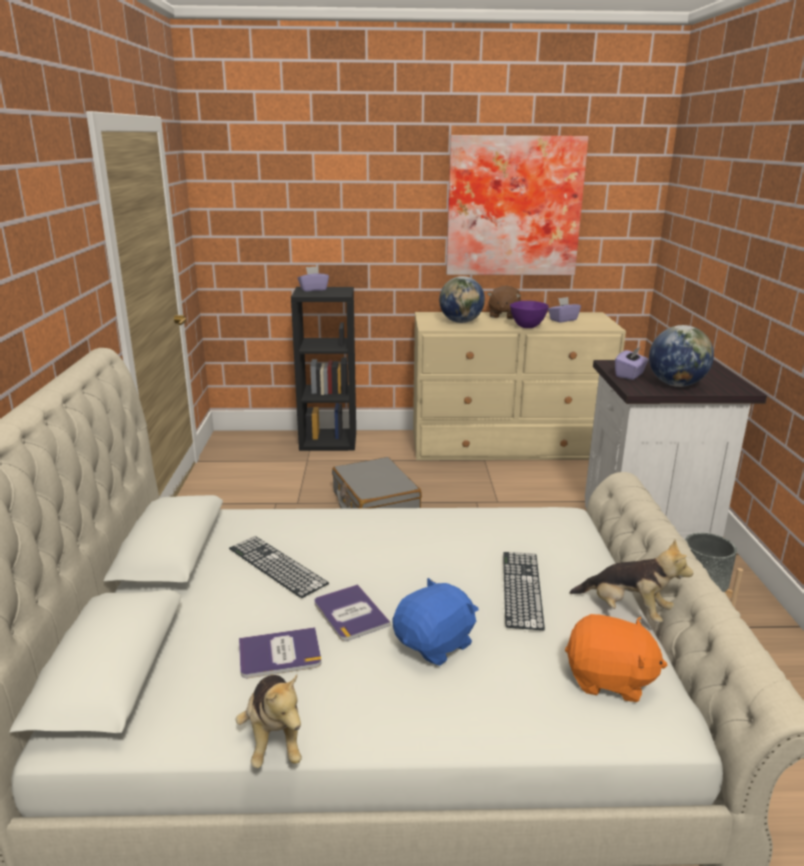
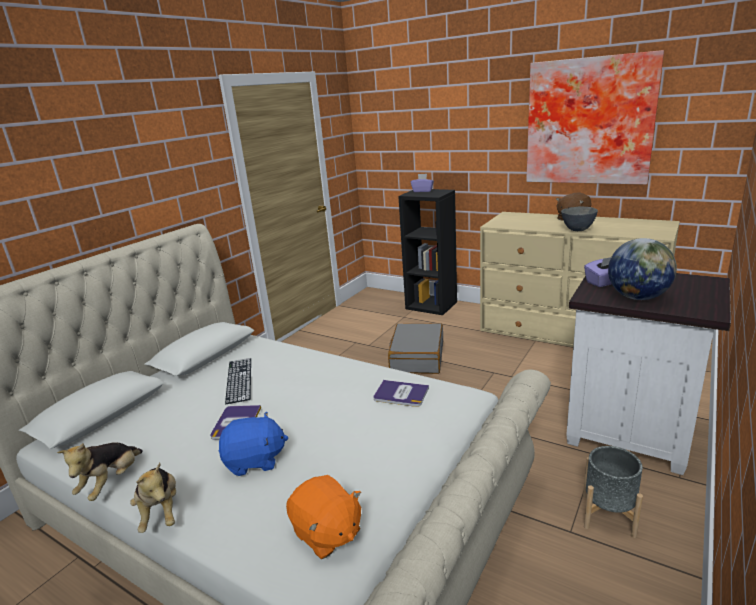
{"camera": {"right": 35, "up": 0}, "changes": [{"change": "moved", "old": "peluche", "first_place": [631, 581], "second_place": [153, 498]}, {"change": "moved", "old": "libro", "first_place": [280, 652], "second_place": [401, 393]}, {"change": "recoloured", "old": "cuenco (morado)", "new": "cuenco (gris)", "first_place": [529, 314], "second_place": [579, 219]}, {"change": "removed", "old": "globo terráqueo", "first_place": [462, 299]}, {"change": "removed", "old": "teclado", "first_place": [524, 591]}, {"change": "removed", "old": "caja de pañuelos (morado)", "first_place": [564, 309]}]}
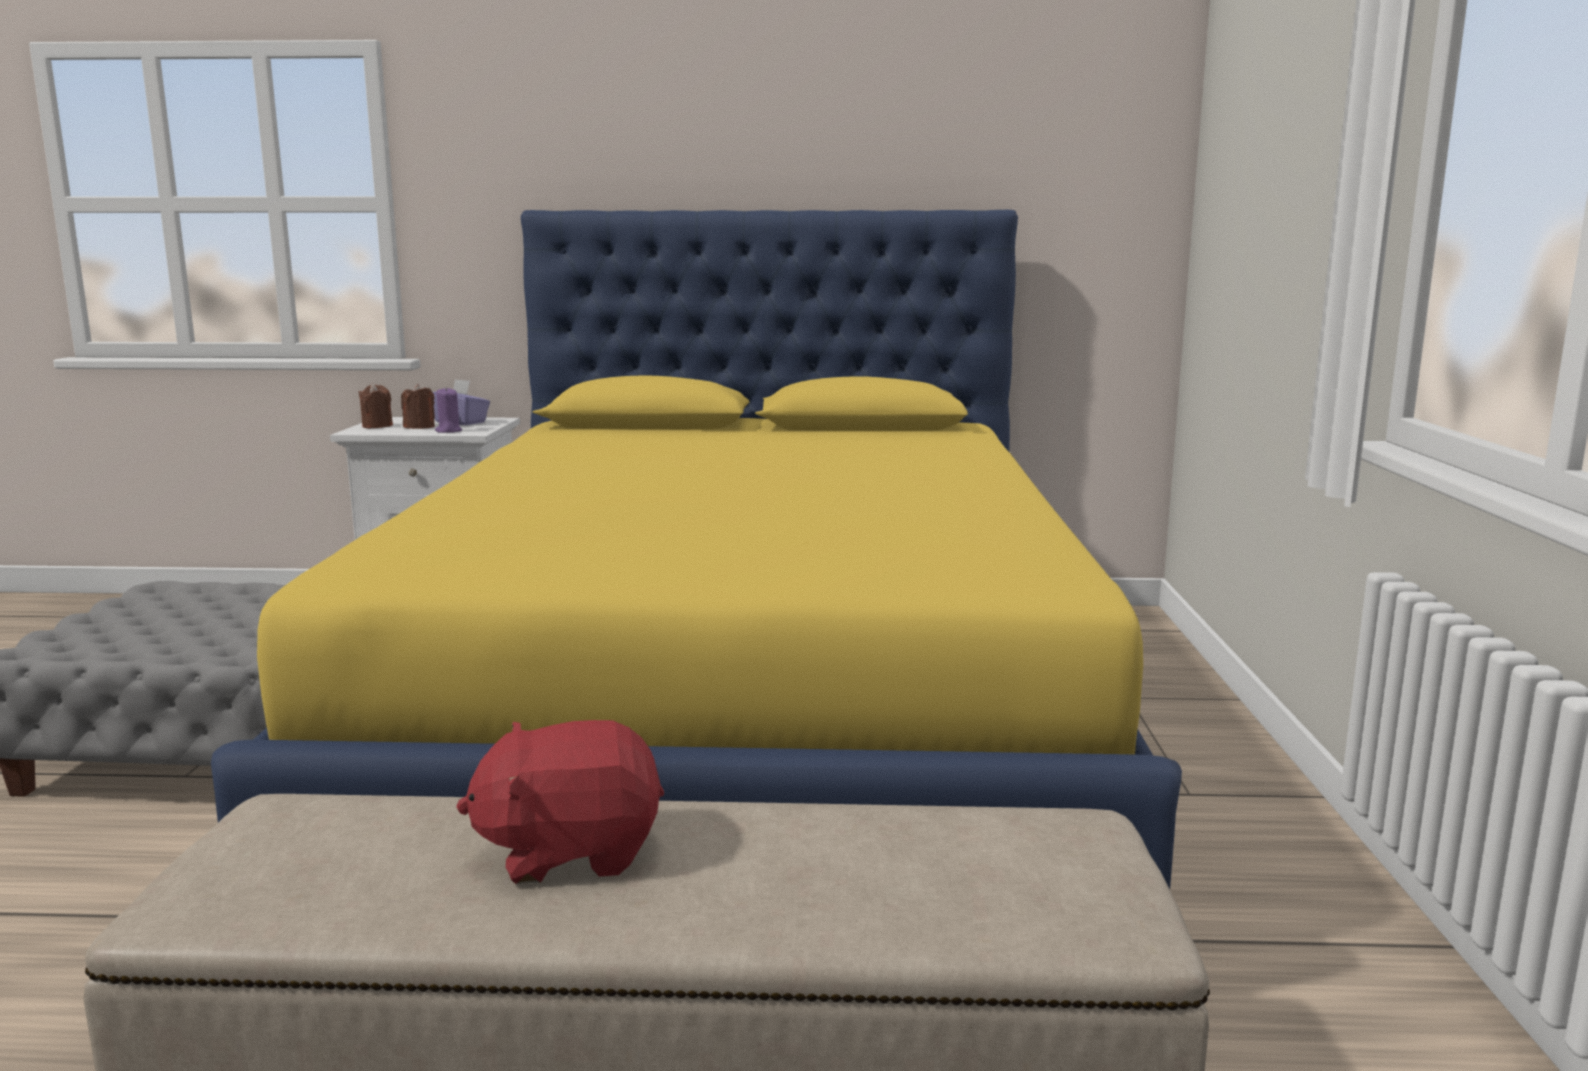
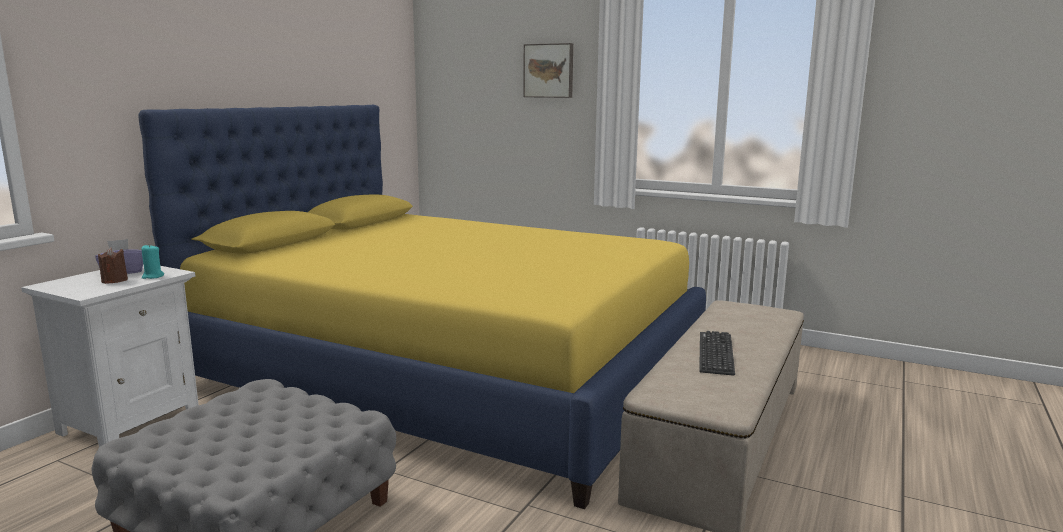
{"camera": {"right": -65, "up": 0}, "changes": [{"change": "recoloured", "old": "vela (morado)", "new": "vela (turquesa)", "first_place": [448, 410], "second_place": [153, 261]}, {"change": "added", "new": "cuadro", "second_place": [548, 70]}, {"change": "replaced", "old": "peluche (rojo)", "new": "teclado", "first_place": [560, 802], "second_place": [717, 353]}, {"change": "removed", "old": "vela (marrón)", "first_place": [376, 405]}]}
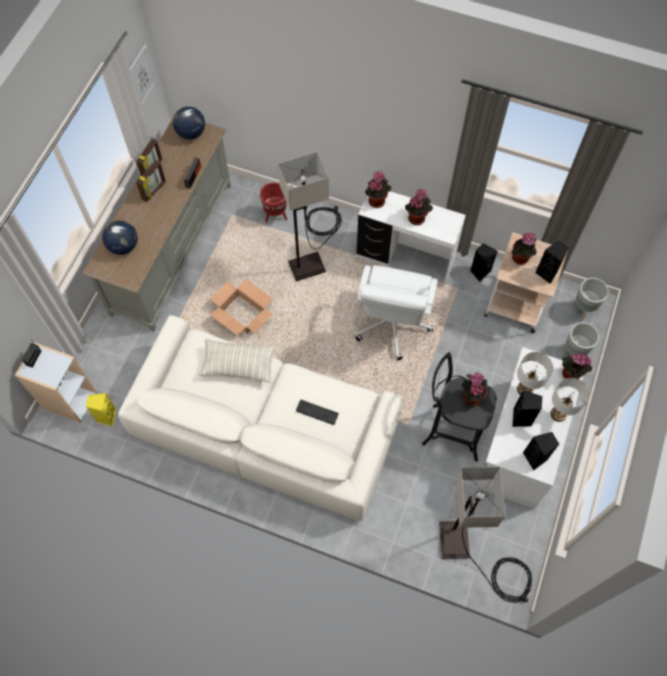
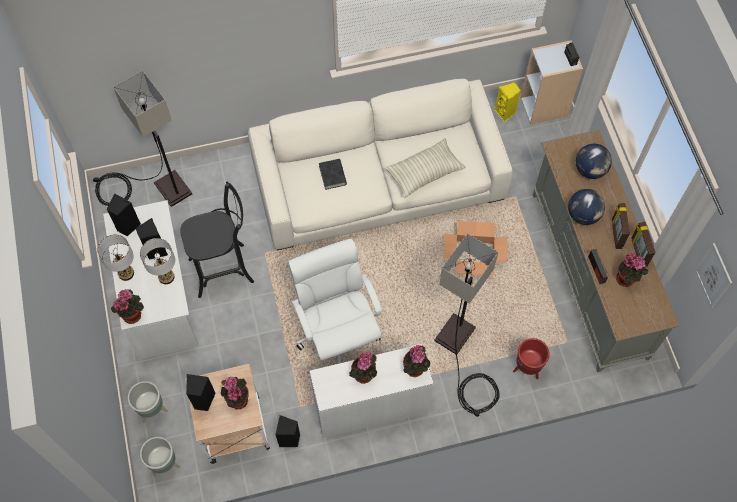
{"camera": {"right": 145, "up": 0}, "changes": [{"change": "replaced", "old": "teclado", "new": "libro (negro)", "first_place": [317, 412], "second_place": [333, 174]}, {"change": "moved", "old": "globo terráqueo", "first_place": [189, 123], "second_place": [586, 207]}, {"change": "moved", "old": "planta en maceta", "first_place": [475, 389], "second_place": [632, 270]}]}
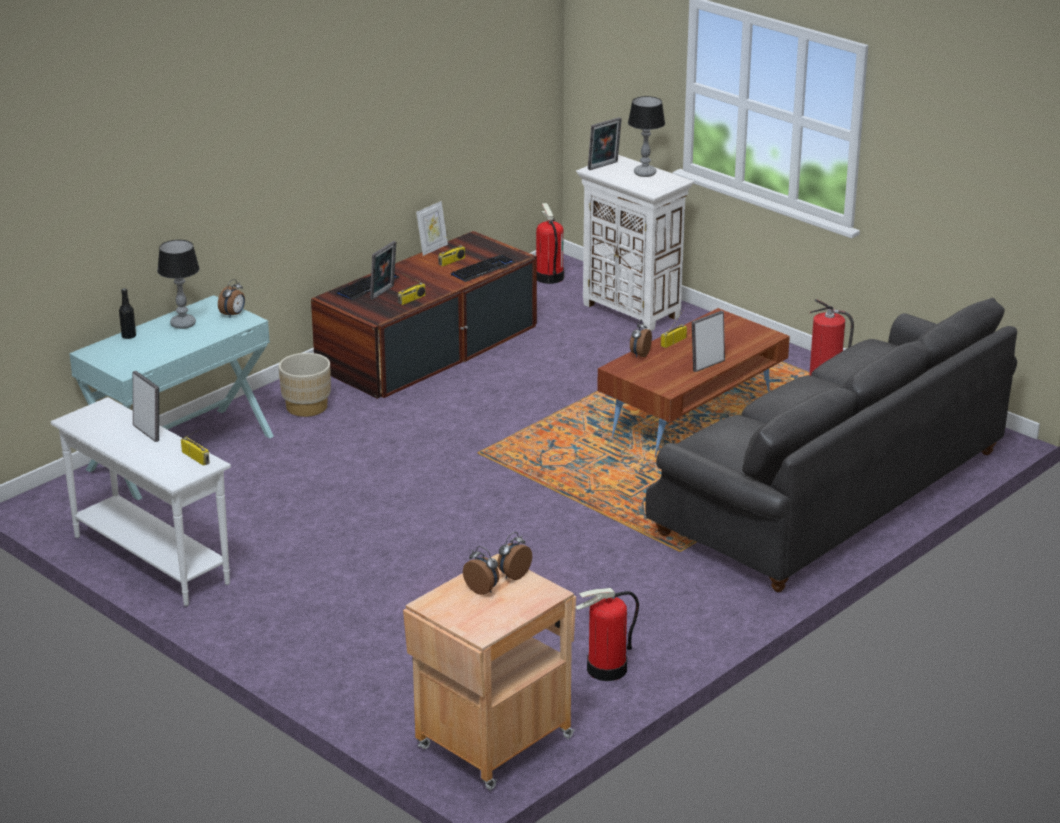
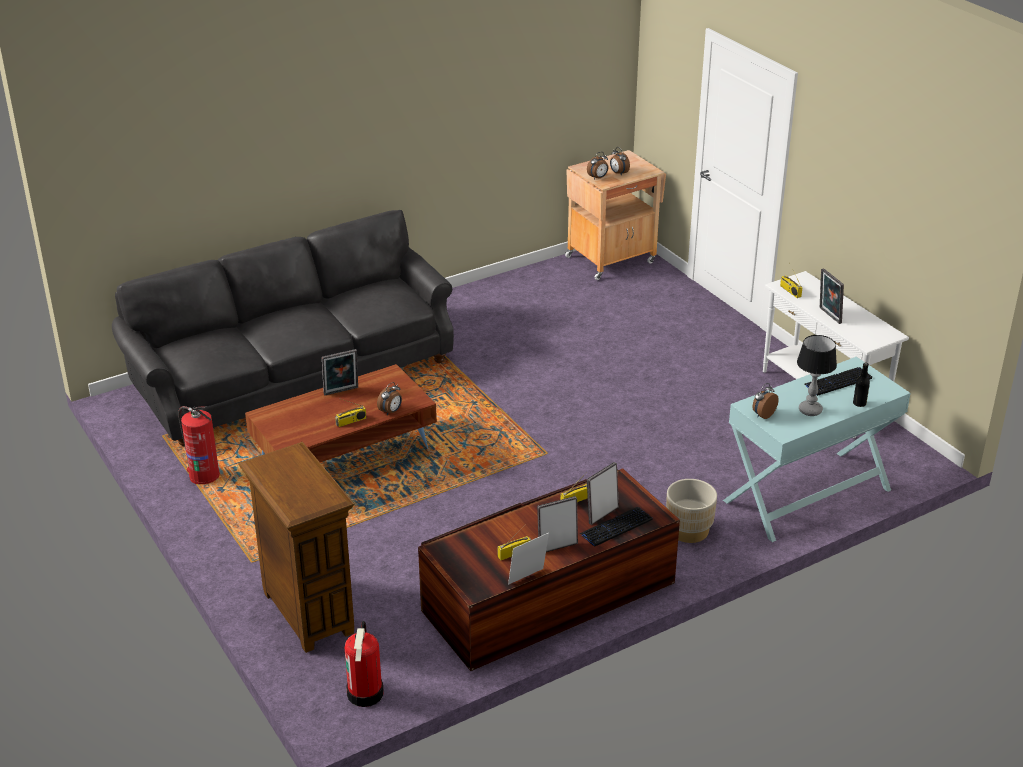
{"camera": {"right": -165, "up": 5}, "changes": [{"change": "recoloured", "old": "armario (blanco)", "new": "armario (marrón)", "first_place": [635, 243], "second_place": [296, 547]}, {"change": "moved", "old": "portarretratos", "first_place": [605, 143], "second_place": [557, 524]}, {"change": "moved", "old": "teclado", "first_place": [483, 268], "second_place": [838, 381]}, {"change": "removed", "old": "extintor", "first_place": [607, 634]}, {"change": "removed", "old": "lámpara de mesa", "first_place": [646, 136]}]}
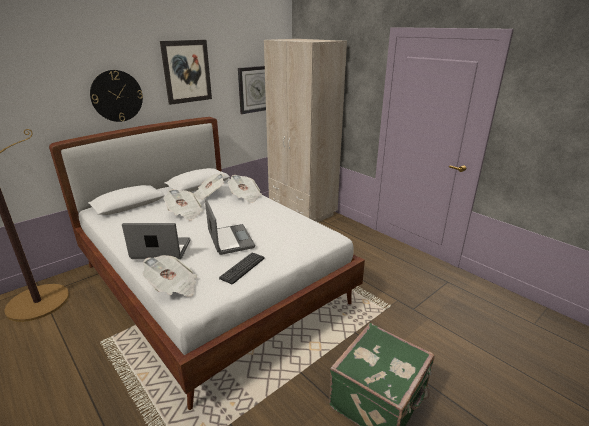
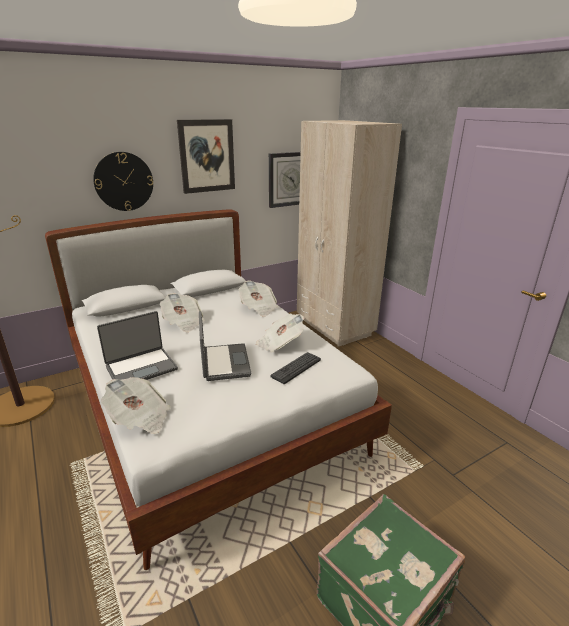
{"camera": {"right": 10, "up": 0}, "changes": [{"change": "turned", "old": "portátil", "first_place": [156, 241], "second_place": [137, 345], "degrees": 135}, {"change": "moved", "old": "periódico", "first_place": [209, 187], "second_place": [280, 333]}, {"change": "moved", "old": "teclado", "first_place": [241, 268], "second_place": [296, 368]}]}
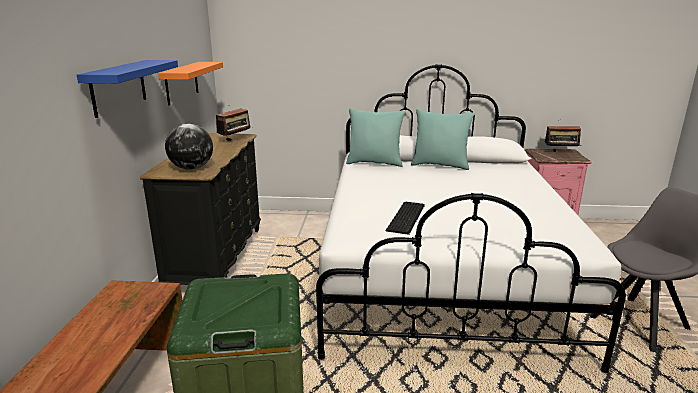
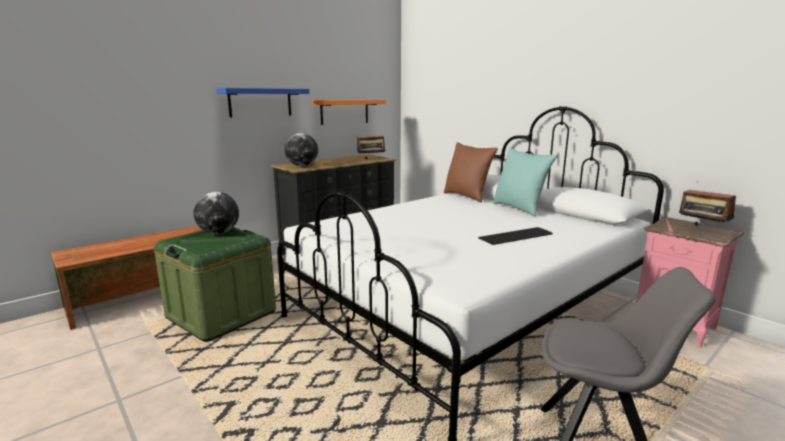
{"camera": {"right": 45, "up": -5}, "changes": [{"change": "added", "new": "globo terráqueo", "second_place": [216, 213]}, {"change": "recoloured", "old": "cojín (turquesa)", "new": "cojín (marrón)", "first_place": [375, 137], "second_place": [471, 172]}, {"change": "moved", "old": "teclado", "first_place": [405, 218], "second_place": [515, 236]}]}
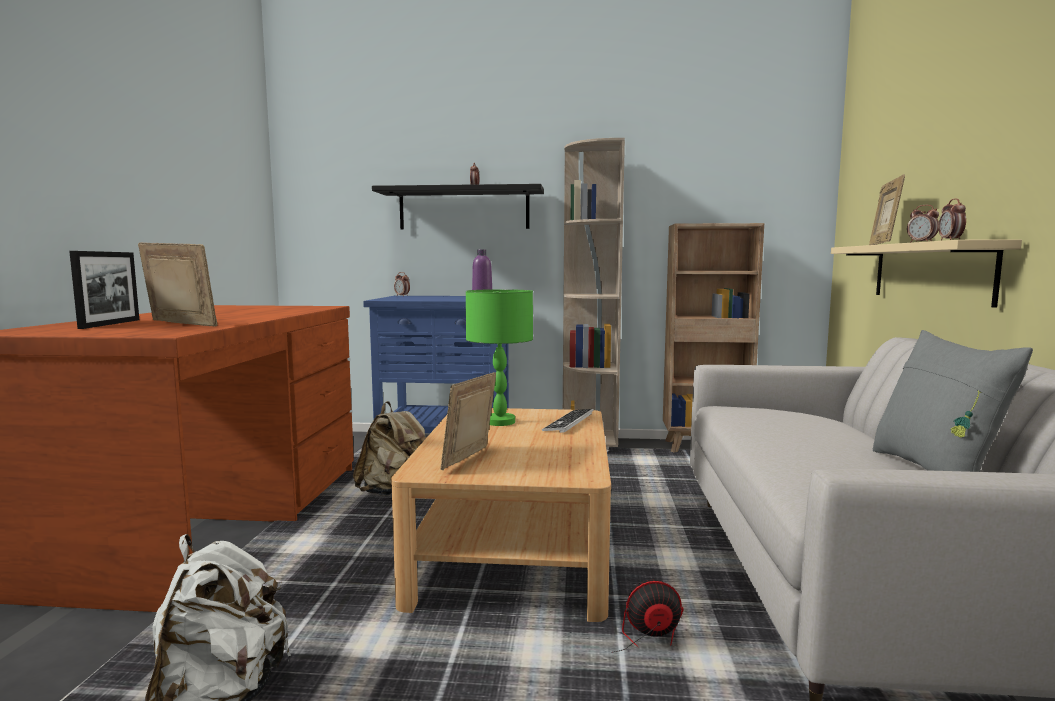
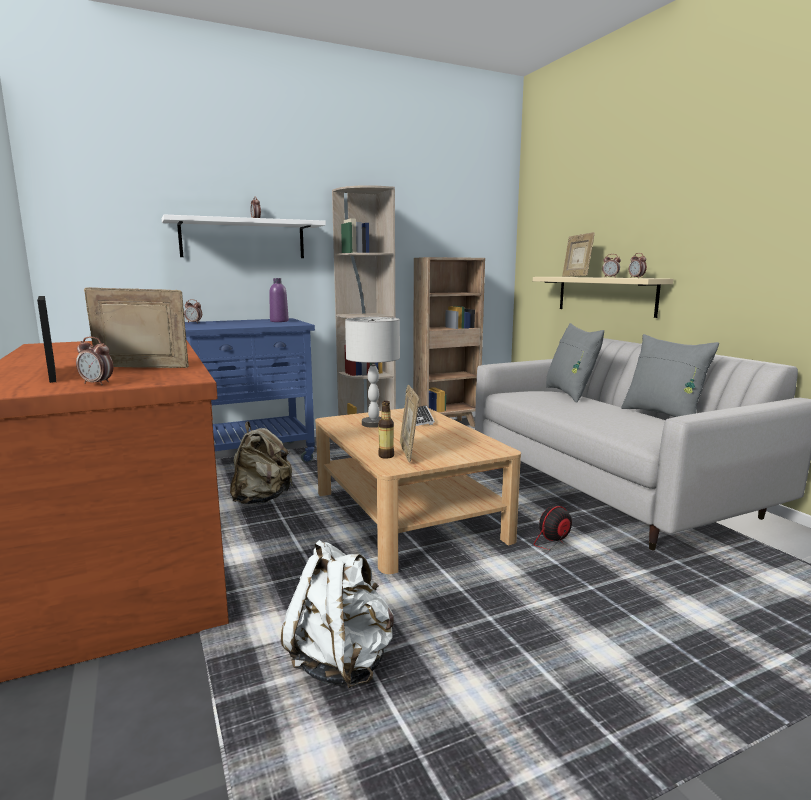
{"camera": {"right": -30, "up": 5}, "changes": [{"change": "added", "new": "despertador", "second_place": [94, 361]}, {"change": "recoloured", "old": "estante (negro)", "new": "estante (blanco)", "first_place": [458, 206], "second_place": [244, 236]}, {"change": "recoloured", "old": "lámpara de mesa (verde)", "new": "lámpara de mesa (gris)", "first_place": [499, 357], "second_place": [372, 372]}, {"change": "added", "new": "botella", "second_place": [386, 430]}, {"change": "added", "new": "cojín (gris)", "second_place": [575, 362]}]}
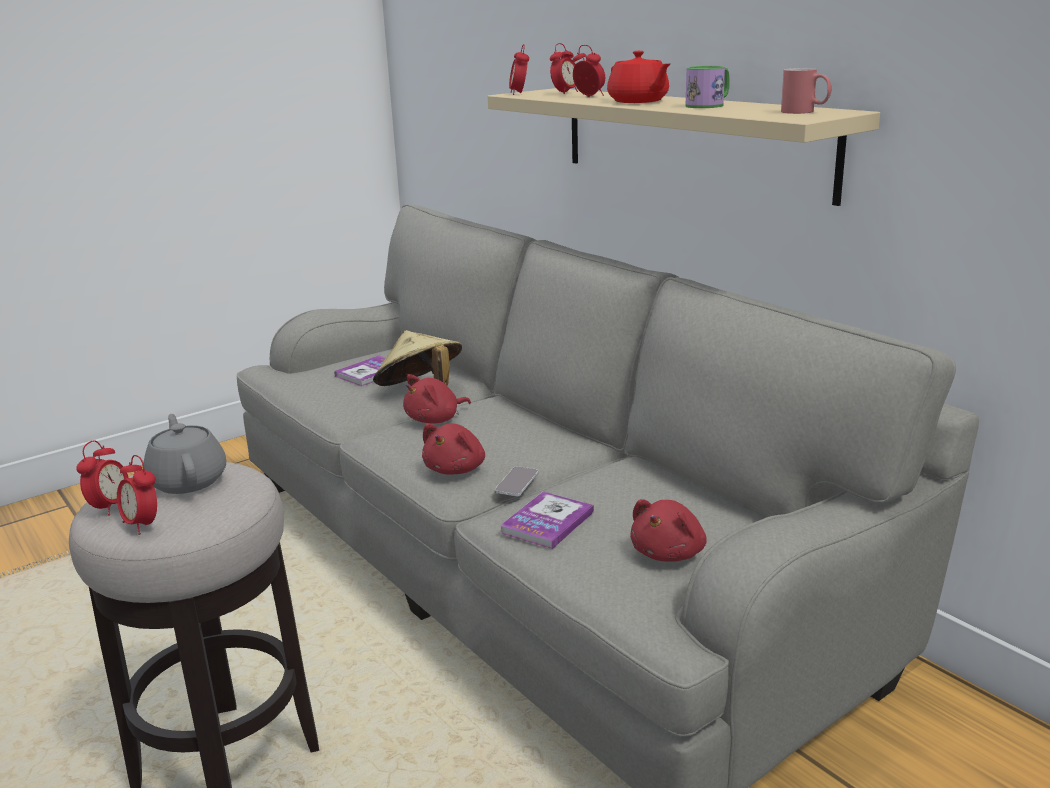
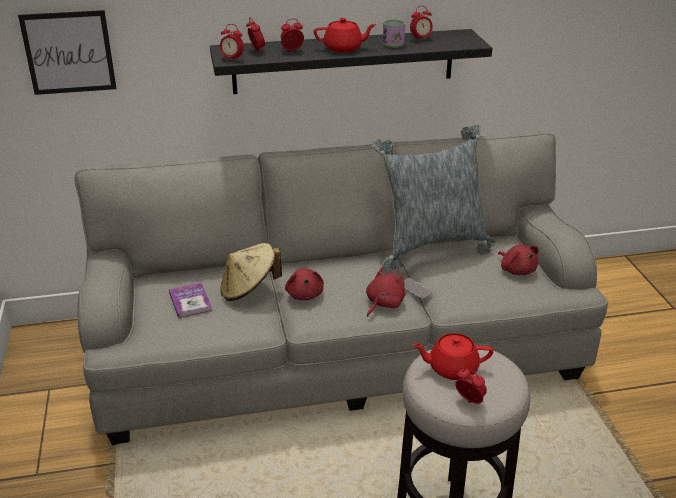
{"camera": {"right": -65, "up": 10}, "changes": [{"change": "added", "new": "cuadro", "second_place": [67, 52]}, {"change": "recoloured", "old": "estante (beis)", "new": "estante (negro)", "first_place": [683, 147], "second_place": [351, 61]}, {"change": "turned", "old": "peluche (rojo)", "first_place": [453, 449], "second_place": [385, 292], "degrees": -105}, {"change": "added", "new": "cojín", "second_place": [433, 198]}, {"change": "moved", "old": "despertador", "first_place": [137, 495], "second_place": [421, 23]}, {"change": "recoloured", "old": "tetera (gris)", "new": "tetera (rojo)", "first_place": [185, 454], "second_place": [453, 356]}, {"change": "removed", "old": "libro", "first_place": [547, 520]}, {"change": "removed", "old": "taza grande (rojo)", "first_place": [806, 91]}]}
